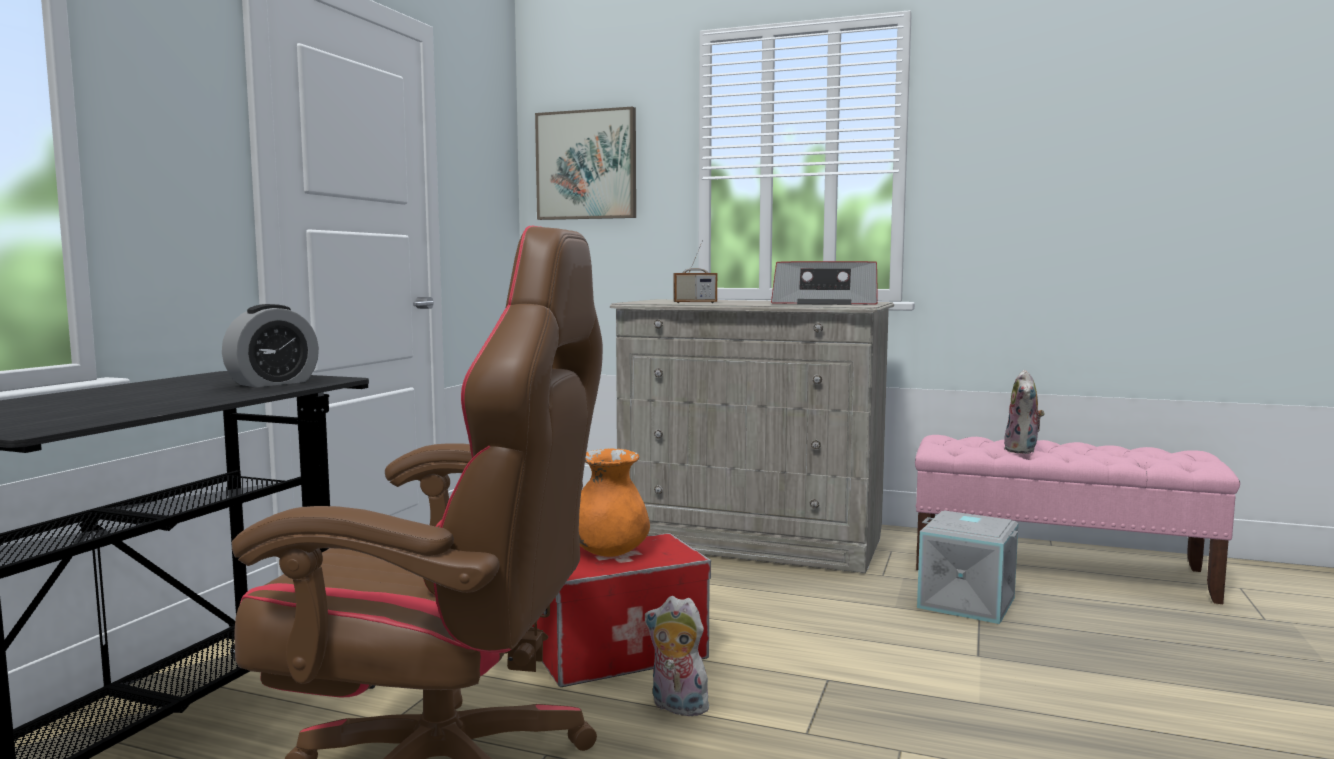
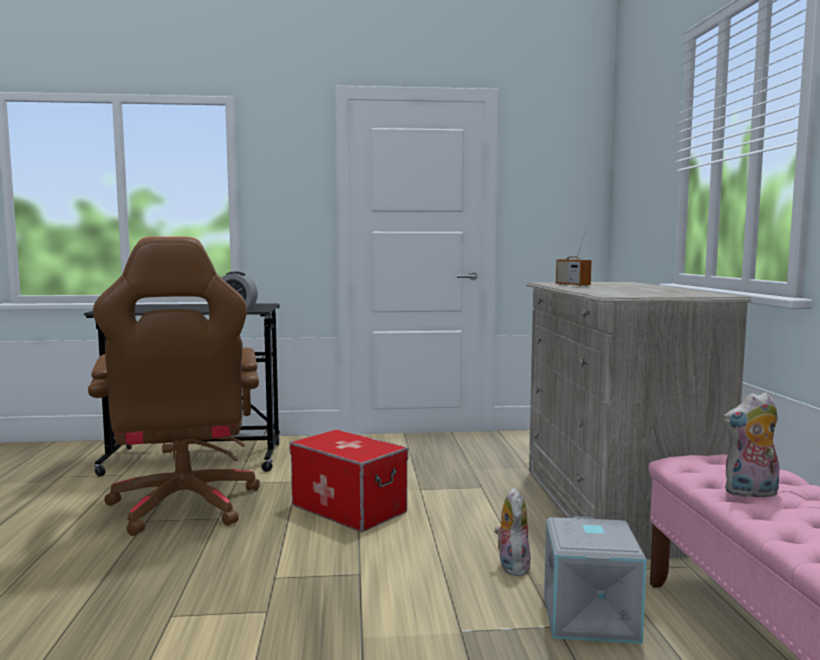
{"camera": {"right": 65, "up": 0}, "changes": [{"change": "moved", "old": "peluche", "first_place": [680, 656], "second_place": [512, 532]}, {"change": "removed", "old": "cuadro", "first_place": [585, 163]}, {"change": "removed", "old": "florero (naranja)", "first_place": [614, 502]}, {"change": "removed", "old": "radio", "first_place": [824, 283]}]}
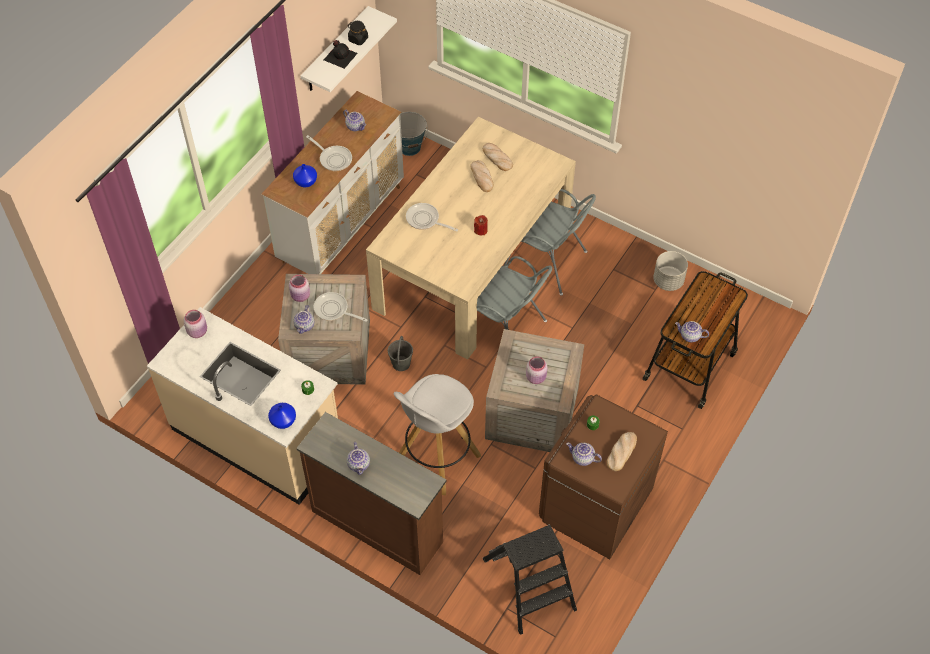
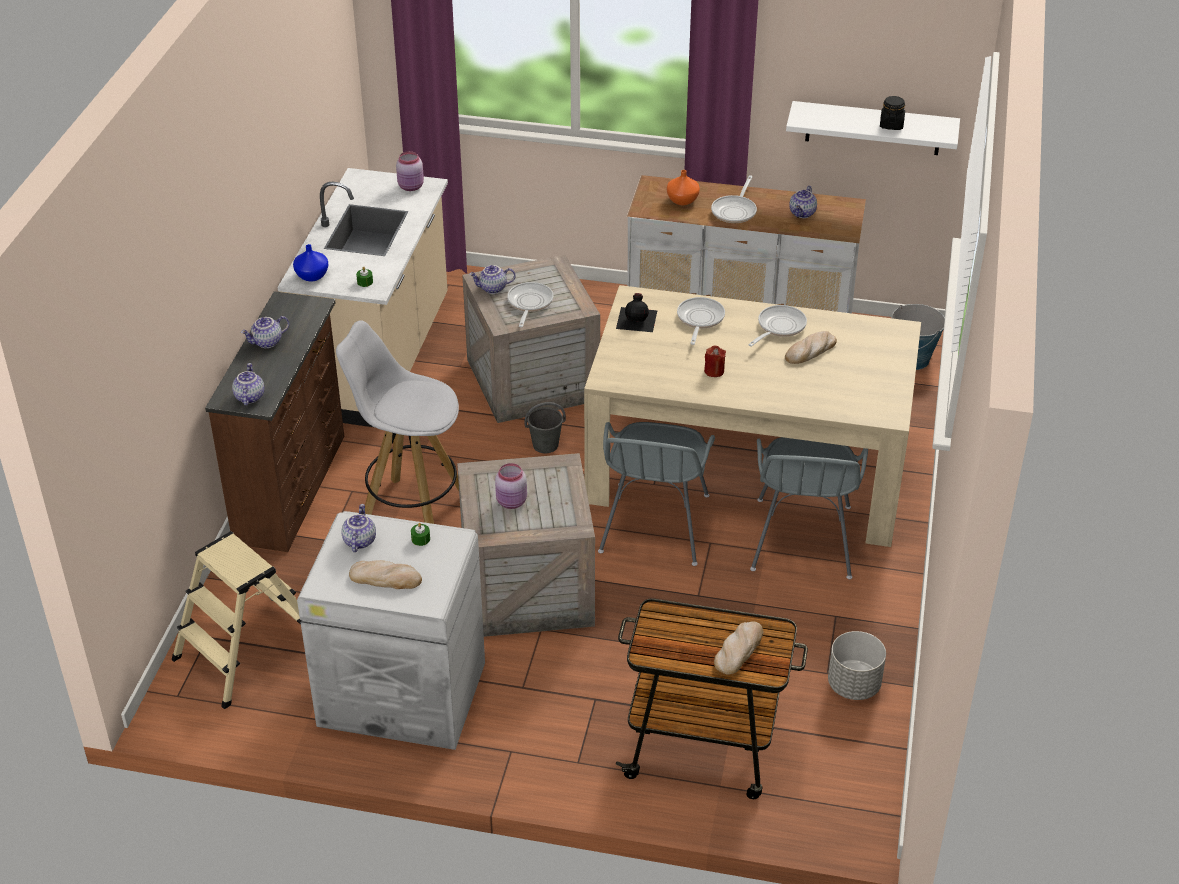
{"camera": {"right": 70, "up": -15}, "changes": [{"change": "recoloured", "old": "escalera de tijera (negro)", "new": "escalera de tijera (beis)", "first_place": [530, 579], "second_place": [236, 620]}, {"change": "moved", "old": "tetera", "first_place": [692, 331], "second_place": [248, 384]}, {"change": "recoloured", "old": "lavadora (marrón)", "new": "lavadora (blanco)", "first_place": [603, 477], "second_place": [391, 630]}, {"change": "moved", "old": "botella (negro)", "first_place": [341, 54], "second_place": [637, 312]}, {"change": "recoloured", "old": "florero (azul)", "new": "florero (naranja)", "first_place": [305, 175], "second_place": [683, 187]}, {"change": "moved", "old": "pan", "first_place": [498, 157], "second_place": [738, 648]}, {"change": "added", "new": "sartén", "second_place": [777, 326]}, {"change": "removed", "old": "tarro (rosa)", "first_place": [299, 288]}]}
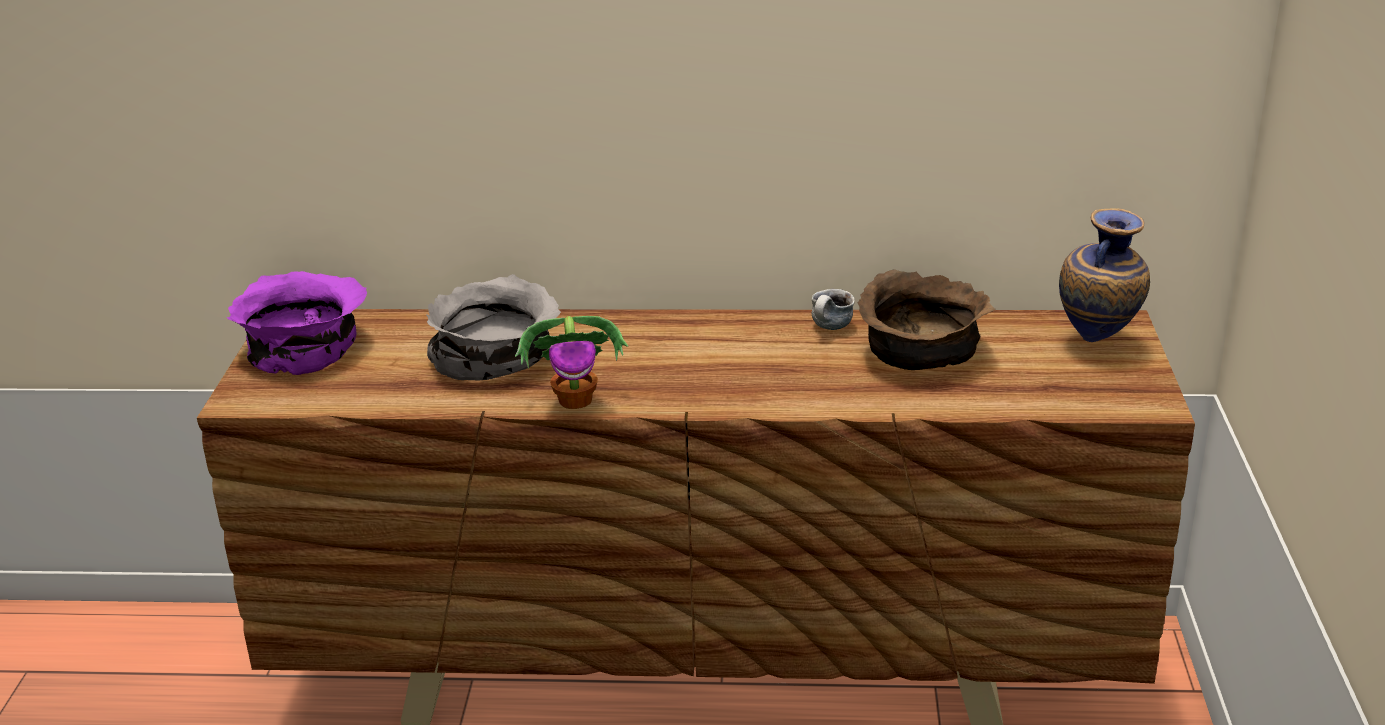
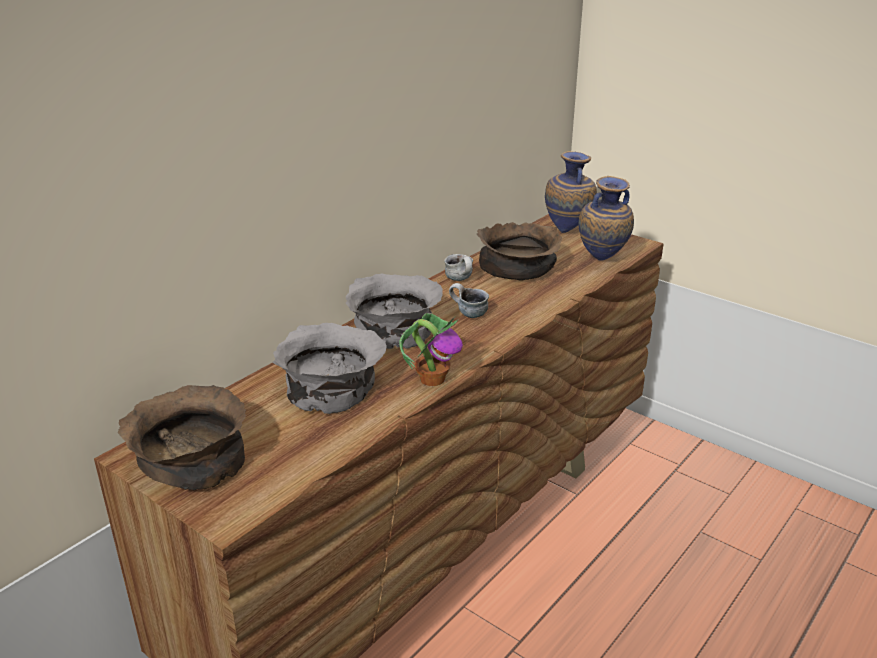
{"camera": {"right": -55, "up": 0}, "changes": [{"change": "recoloured", "old": "cuenco (morado)", "new": "cuenco (marrón)", "first_place": [297, 323], "second_place": [181, 437]}, {"change": "added", "new": "cuenco (gris)", "second_place": [394, 311]}, {"change": "added", "new": "taza grande", "second_place": [469, 300]}, {"change": "added", "new": "florero", "second_place": [606, 218]}]}
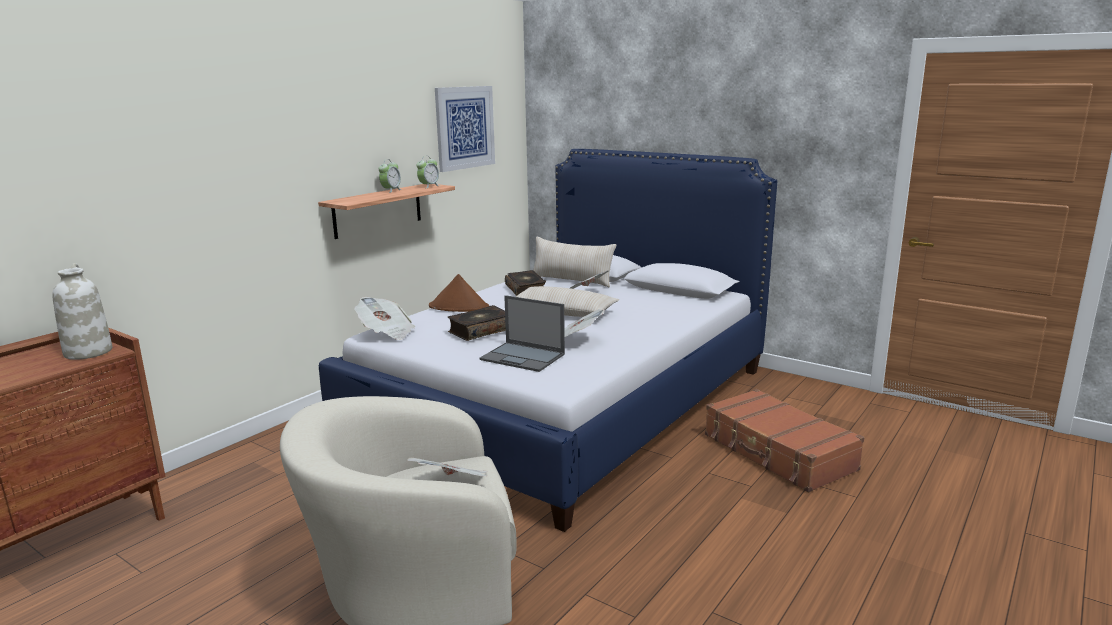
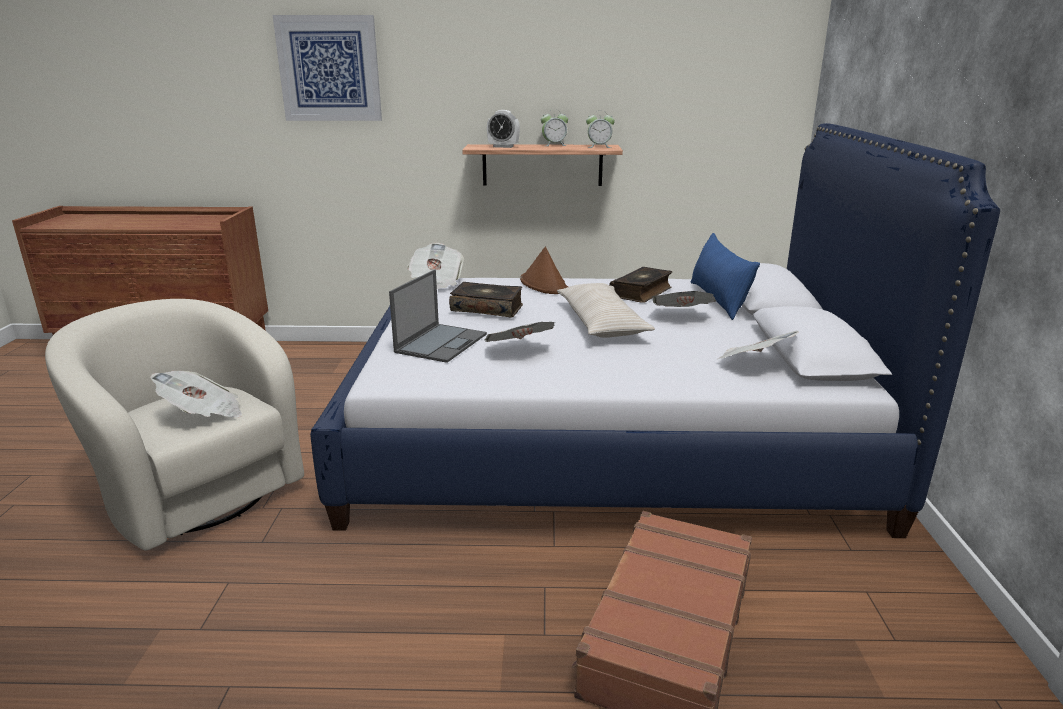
{"camera": {"right": 55, "up": 5}, "changes": [{"change": "moved", "old": "cuadro", "first_place": [465, 129], "second_place": [327, 68]}, {"change": "turned", "old": "portátil", "first_place": [522, 333], "second_place": [438, 316], "degrees": -150}, {"change": "added", "new": "despertador", "second_place": [503, 129]}, {"change": "recoloured", "old": "cojín (beis)", "new": "cojín (azul)", "first_place": [575, 262], "second_place": [725, 276]}, {"change": "added", "new": "periódico", "second_place": [759, 344]}, {"change": "removed", "old": "florero (blanco)", "first_place": [82, 311]}]}
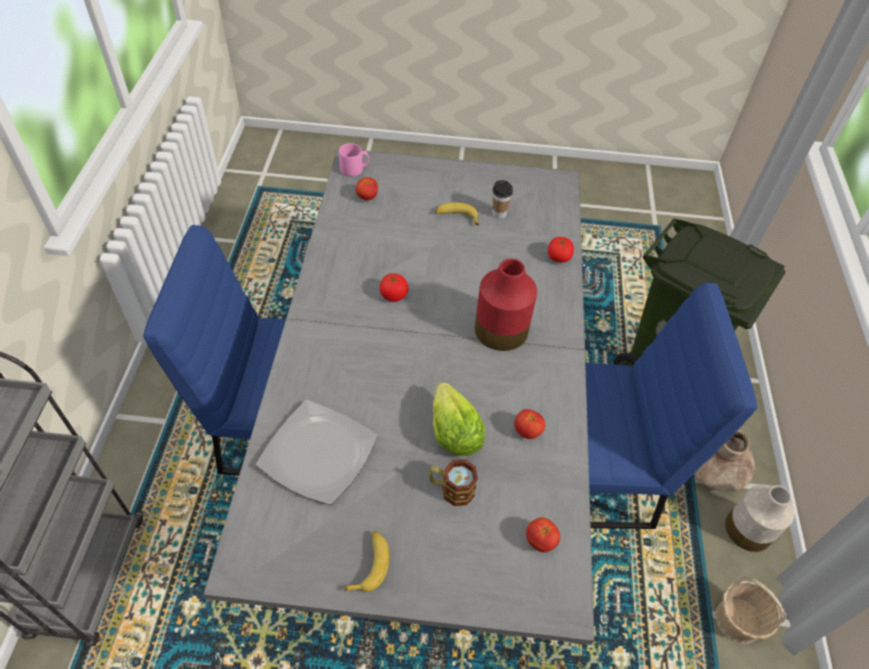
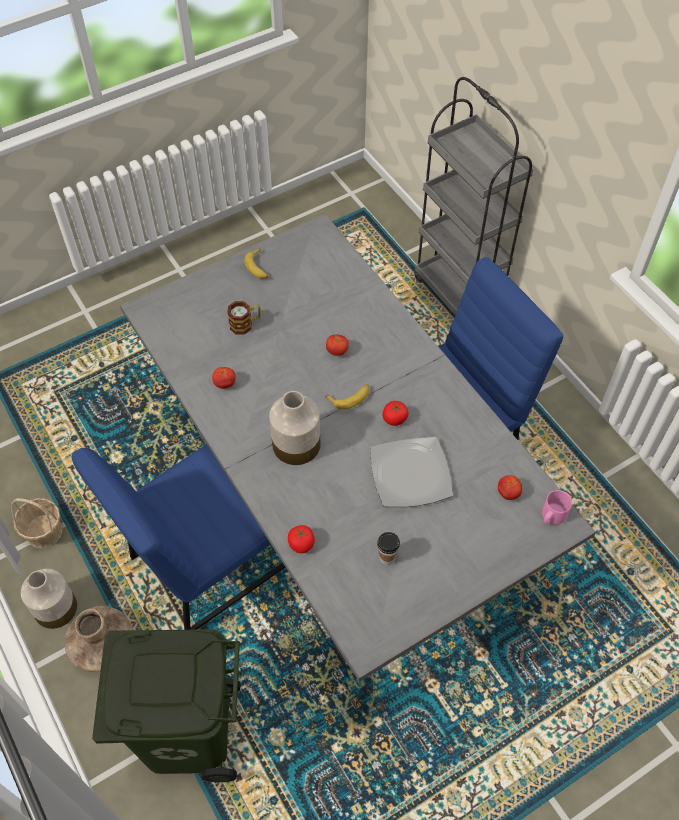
{"camera": {"right": 145, "up": 5}, "changes": [{"change": "recoloured", "old": "florero (rojo)", "new": "florero (beis)", "first_place": [506, 305], "second_place": [294, 428]}, {"change": "moved", "old": "plátano", "first_place": [457, 213], "second_place": [347, 396]}, {"change": "moved", "old": "tomate", "first_place": [543, 534], "second_place": [337, 345]}, {"change": "moved", "old": "plato", "first_place": [317, 452], "second_place": [411, 472]}, {"change": "removed", "old": "lechuga", "first_place": [459, 419]}]}
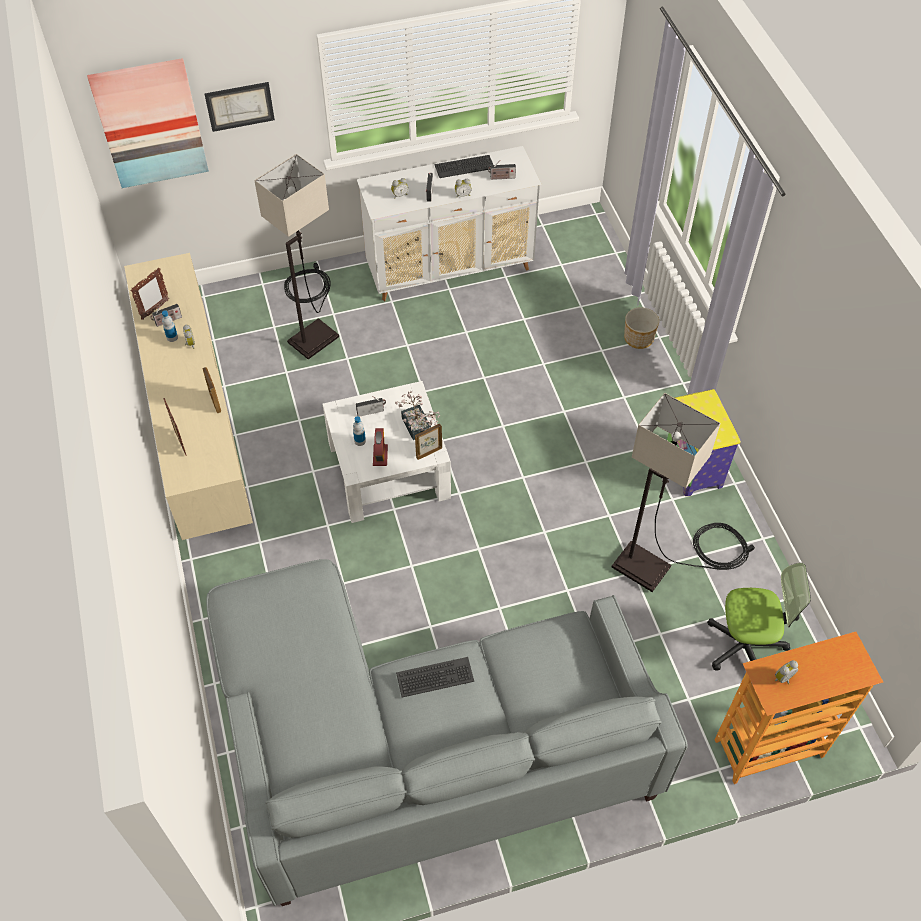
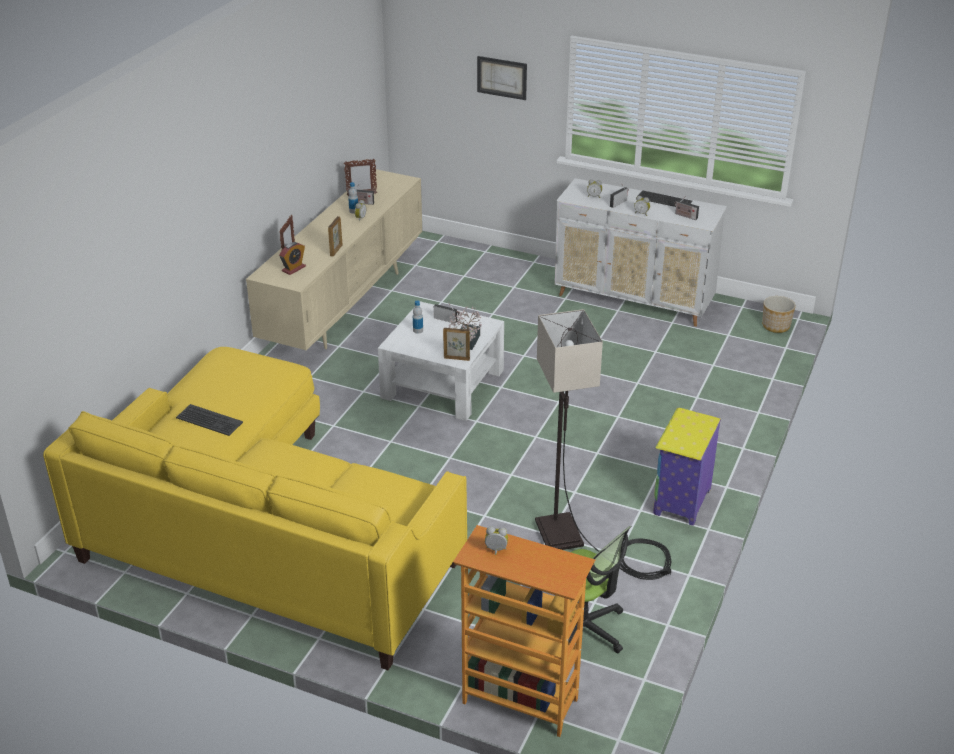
{"camera": {"right": 40, "up": -20}, "changes": [{"change": "recoloured", "old": "sofá (gris)", "new": "sofá (amarillo)", "first_place": [447, 732], "second_place": [255, 508]}, {"change": "moved", "old": "teclado", "first_place": [435, 677], "second_place": [209, 420]}, {"change": "moved", "old": "despertador", "first_place": [380, 447], "second_place": [292, 258]}, {"change": "moved", "old": "maceta", "first_place": [641, 328], "second_place": [779, 314]}, {"change": "removed", "old": "cuadro", "first_place": [148, 123]}, {"change": "removed", "old": "lámpara de pie", "first_place": [296, 256]}]}
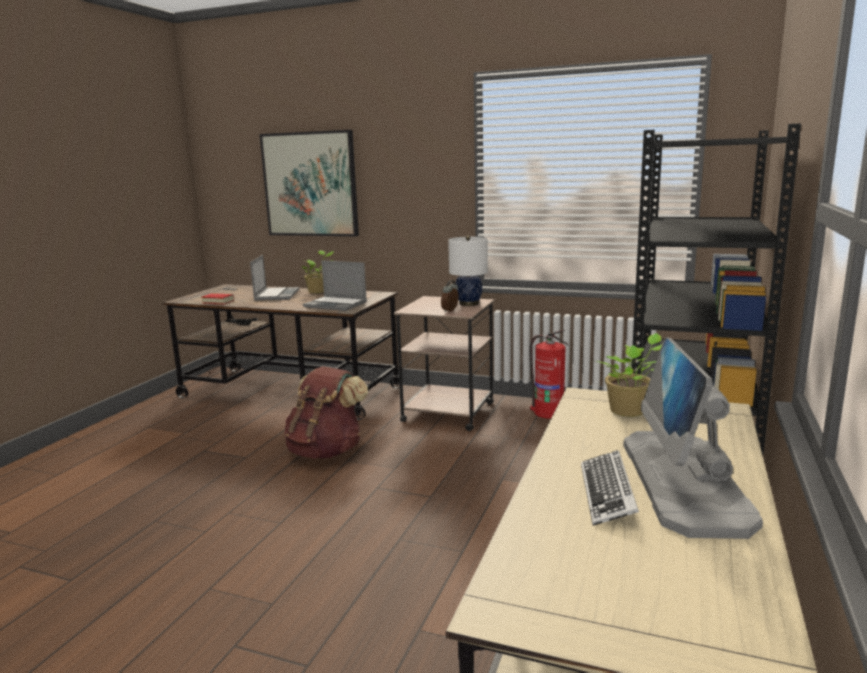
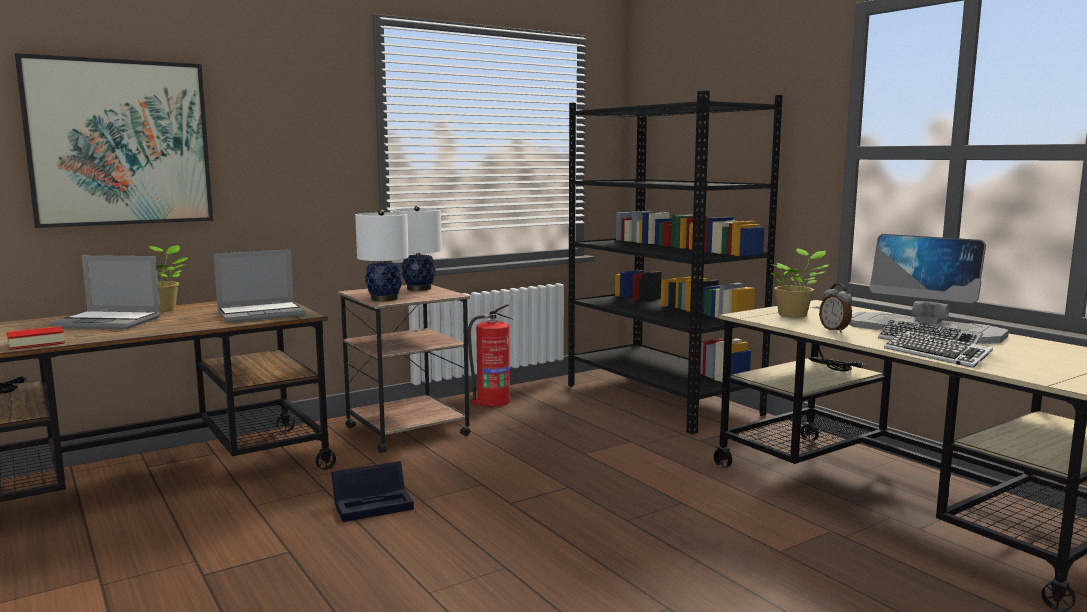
{"camera": {"right": -55, "up": -5}, "changes": [{"change": "turned", "old": "portátil", "first_place": [274, 278], "second_place": [105, 292], "degrees": 150}, {"change": "replaced", "old": "mochila (marrón)", "new": "caja de almacenaje (negro)", "first_place": [326, 412], "second_place": [372, 491]}, {"change": "added", "new": "lámpara de mesa (blanco)", "second_place": [382, 255]}, {"change": "moved", "old": "despertador", "first_place": [449, 296], "second_place": [835, 308]}, {"change": "added", "new": "teclado", "second_place": [938, 349]}]}
